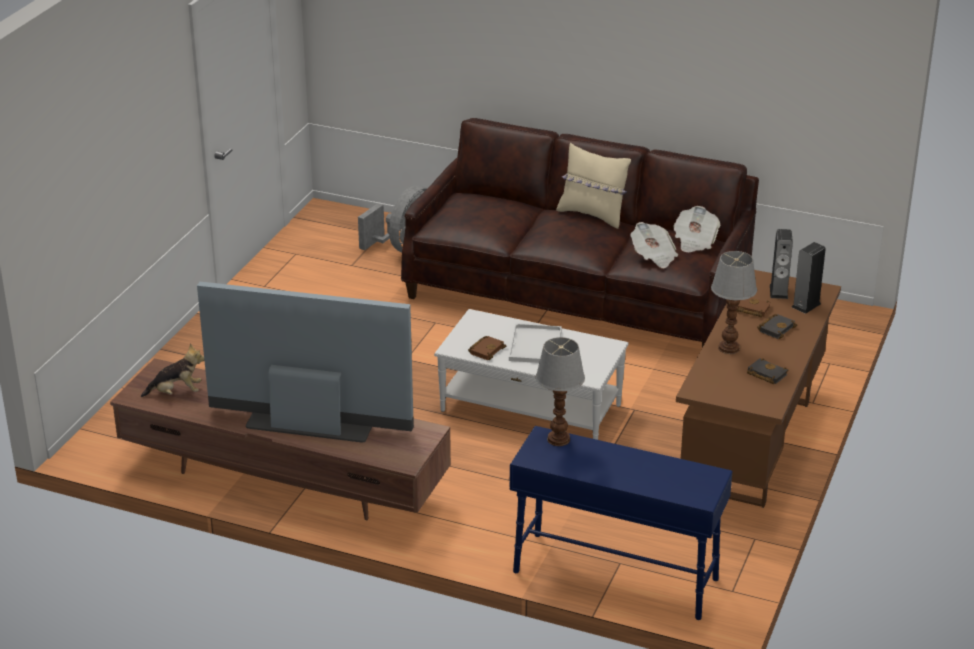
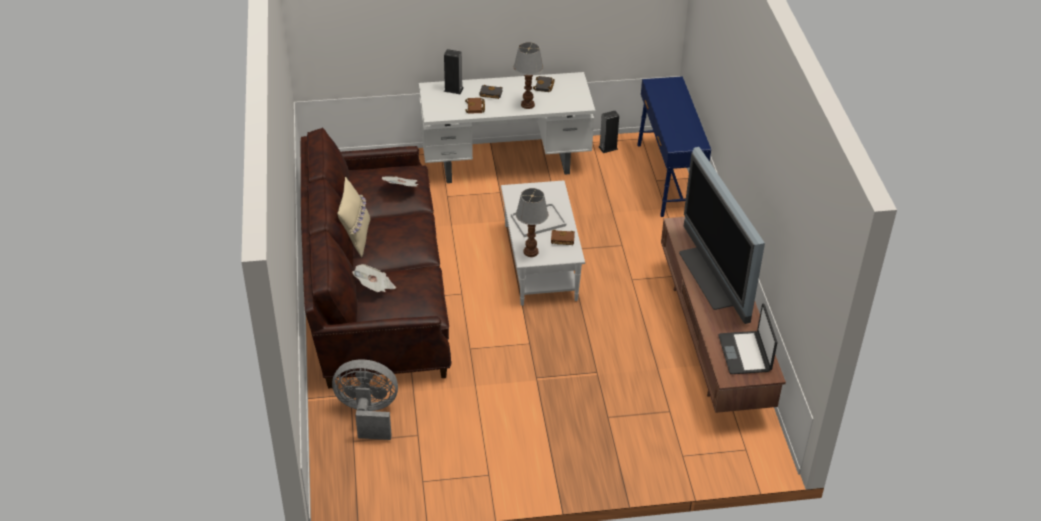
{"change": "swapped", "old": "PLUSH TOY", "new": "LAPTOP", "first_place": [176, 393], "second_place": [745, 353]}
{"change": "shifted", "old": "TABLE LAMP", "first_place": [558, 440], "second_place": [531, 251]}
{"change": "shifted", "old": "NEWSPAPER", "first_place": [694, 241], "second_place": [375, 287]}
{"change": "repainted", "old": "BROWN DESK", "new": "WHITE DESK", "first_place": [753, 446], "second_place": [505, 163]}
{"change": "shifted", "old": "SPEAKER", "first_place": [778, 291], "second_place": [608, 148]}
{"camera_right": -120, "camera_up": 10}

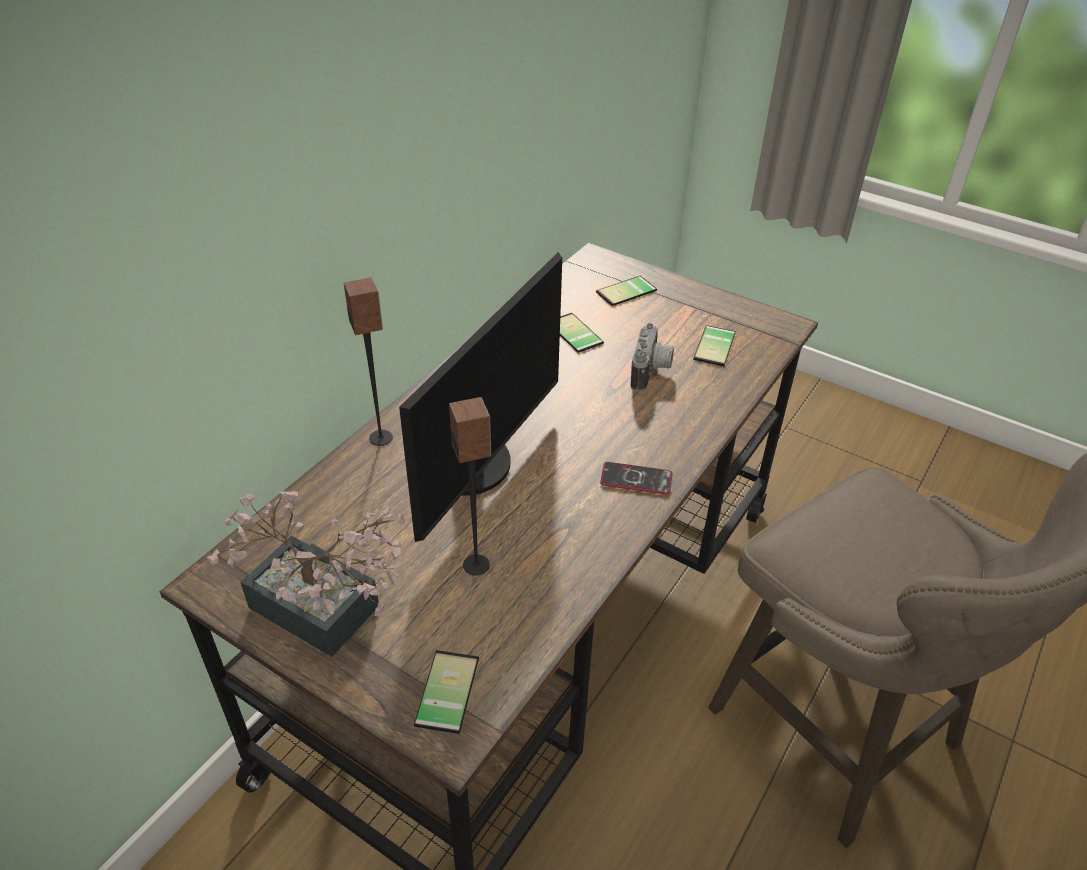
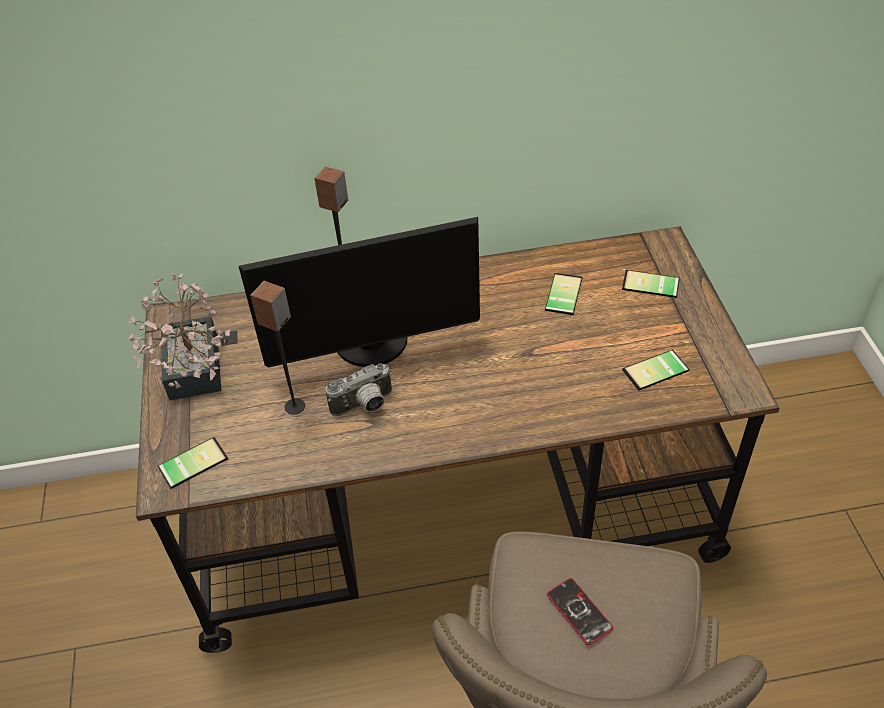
{"change": "shifted", "old": "PHONE", "first_place": [636, 479], "second_place": [579, 611]}
{"change": "shifted", "old": "PHOTO CAMERA", "first_place": [651, 372], "second_place": [364, 406]}
{"camera_right": 50, "camera_up": 5}

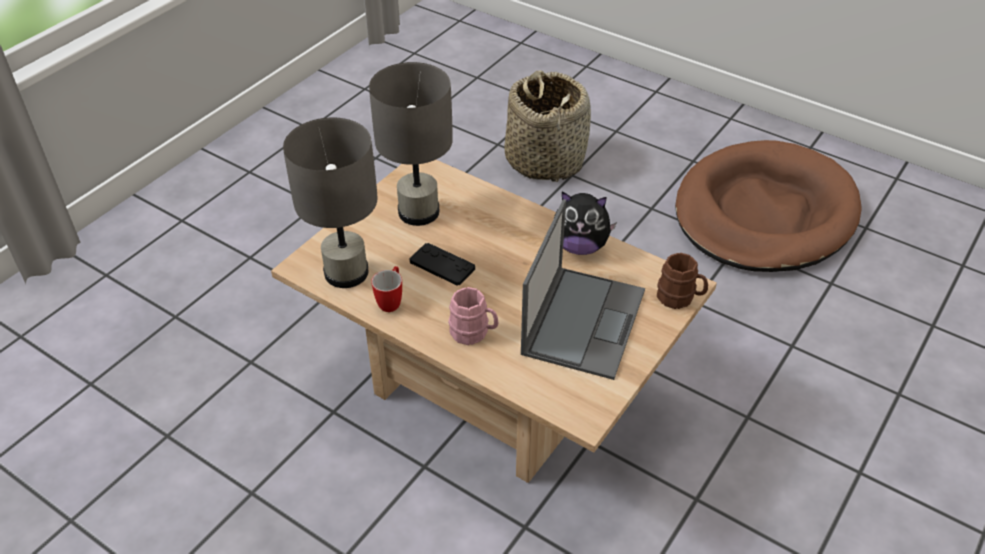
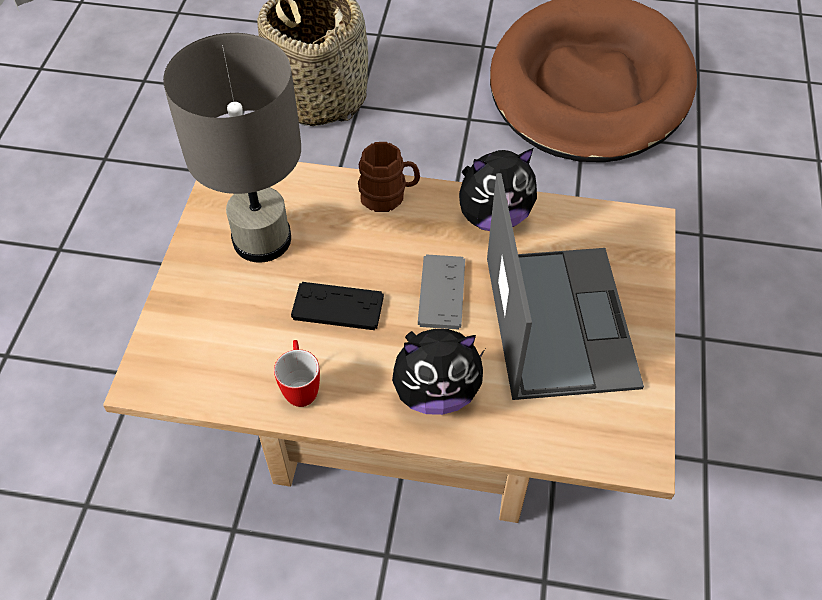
{"change": "gone", "old": "GREY TABLE LAMP", "first_place": [345, 272]}
{"change": "swapped", "old": "PINK MUG", "new": "PLUSH TOY", "first_place": [474, 333], "second_place": [436, 392]}
{"change": "shifted", "old": "BROWN MUG", "first_place": [680, 298], "second_place": [389, 196]}
{"change": "new", "new": "GREY GAME CONTROLLER", "second_place": [441, 292]}
{"camera_right": -25, "camera_up": 10}

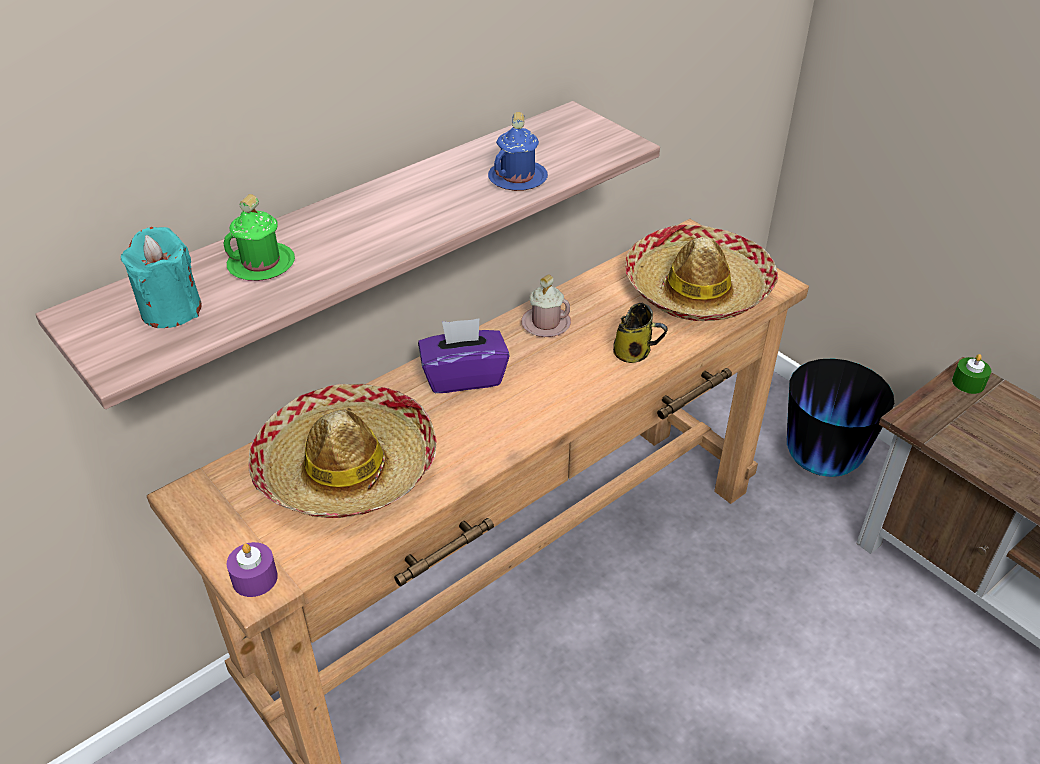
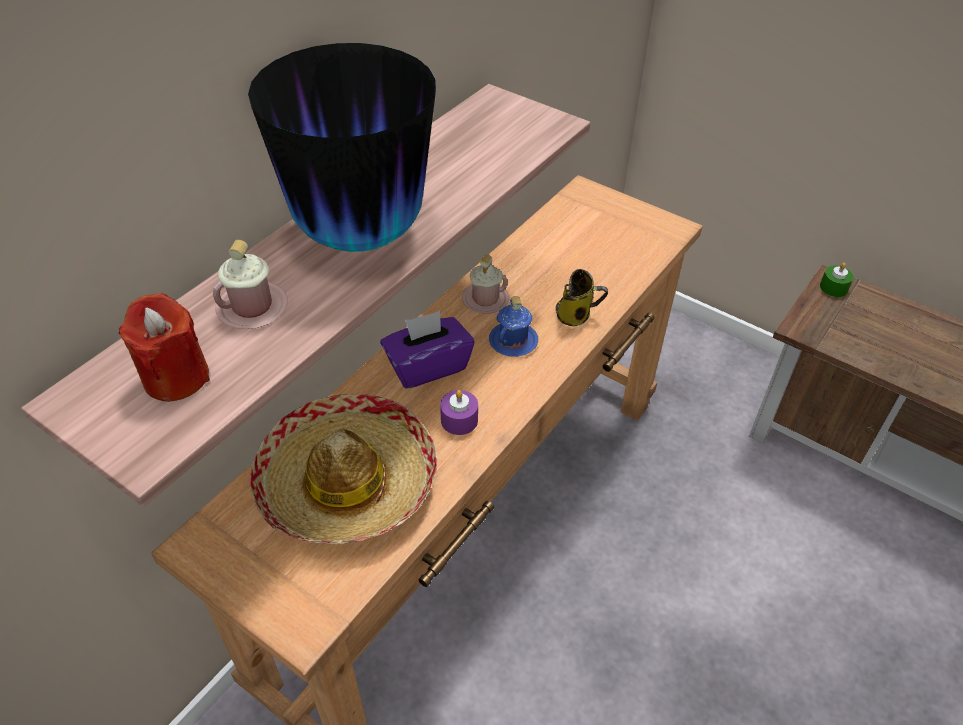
{"change": "repainted", "old": "TURQUOISE CANDLE", "new": "RED CANDLE", "first_place": [171, 310], "second_place": [176, 377]}
{"change": "repainted", "old": "GREEN MUG", "new": "PINK MUG", "first_place": [261, 264], "second_place": [252, 307]}
{"change": "shifted", "old": "PURPLE CANDLE", "first_place": [255, 578], "second_place": [459, 420]}
{"change": "shifted", "old": "BLUE MUG", "first_place": [517, 178], "second_place": [513, 341]}
{"change": "gone", "old": "HAT", "first_place": [697, 288]}
{"change": "shifted", "old": "VASE", "first_place": [820, 462], "second_place": [360, 234]}
{"camera_right": -15, "camera_up": 5}

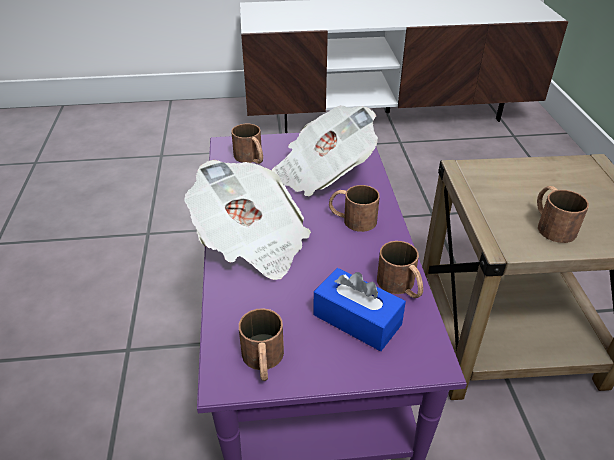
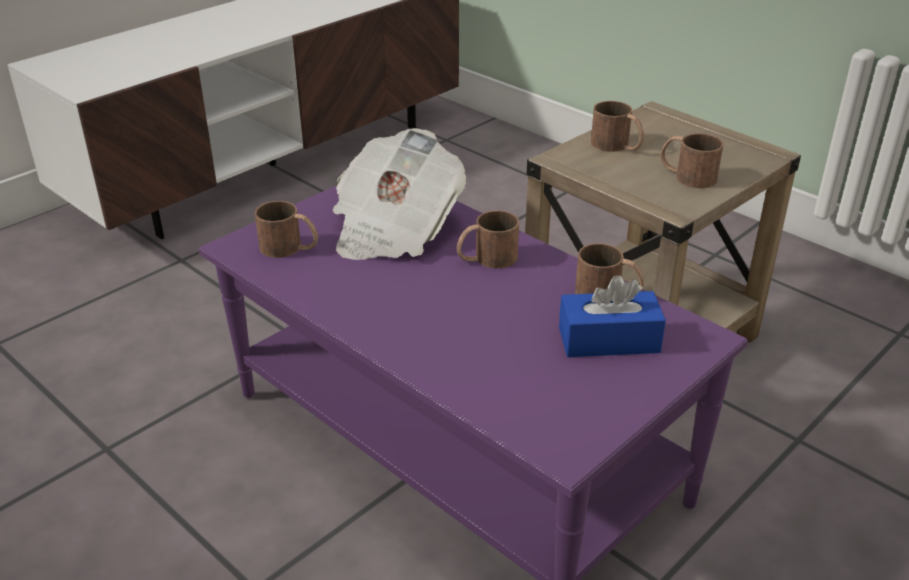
{"change": "gone", "old": "NEWSPAPER", "first_place": [252, 242]}
{"change": "shifted", "old": "BROWN MUG", "first_place": [263, 361], "second_place": [617, 146]}
{"camera_right": -40, "camera_up": -5}

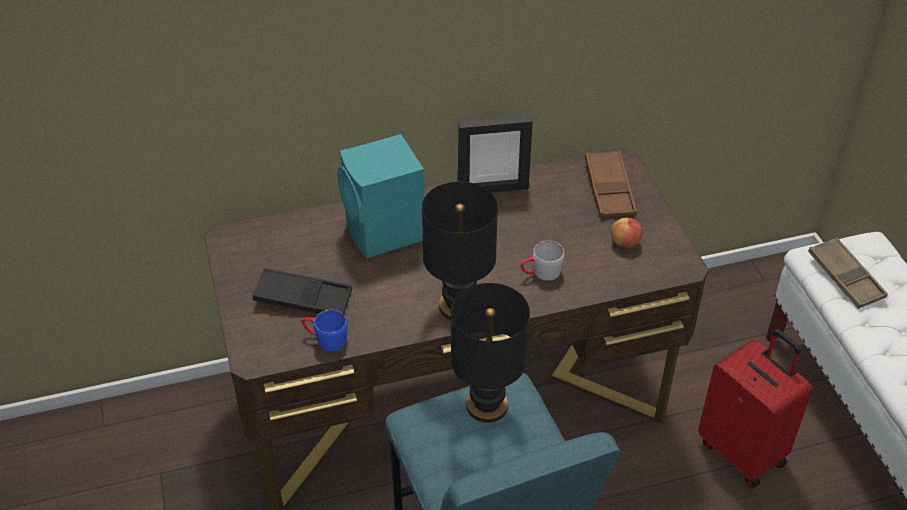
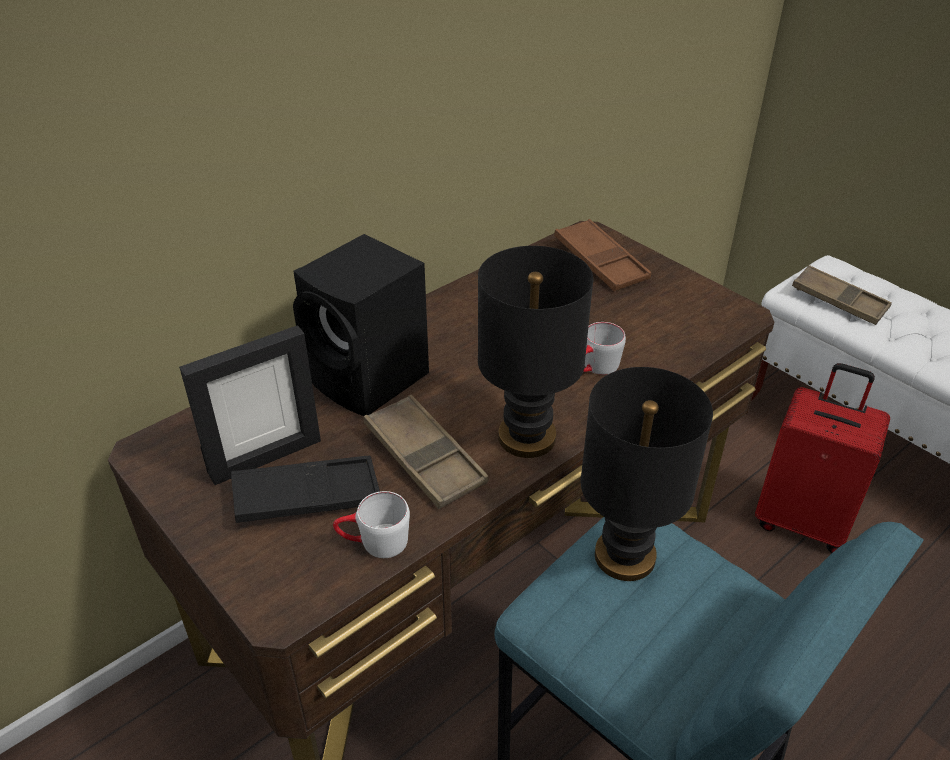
{"change": "repainted", "old": "BLUE MUG", "new": "WHITE MUG", "first_place": [325, 339], "second_place": [374, 543]}
{"change": "repainted", "old": "TURQUOISE SPEAKER", "new": "BLACK SPEAKER", "first_place": [385, 233], "second_place": [371, 381]}
{"change": "shifted", "old": "PICTURE FRAME", "first_place": [493, 188], "second_place": [265, 456]}
{"change": "gone", "old": "APPLE", "first_place": [625, 243]}
{"change": "new", "new": "BROWN TRAY", "second_place": [424, 458]}
{"camera_right": -25, "camera_up": -5}

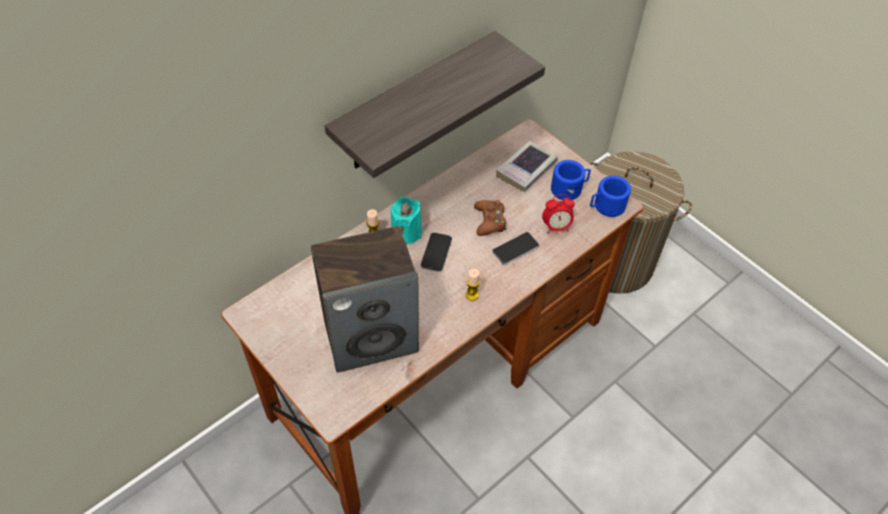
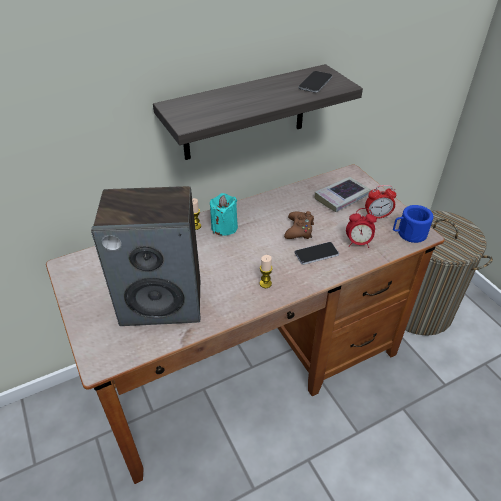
{"change": "shifted", "old": "PHONE", "first_place": [436, 252], "second_place": [315, 83]}
{"change": "swapped", "old": "BLUE MUG", "new": "ALARM CLOCK", "first_place": [569, 189], "second_place": [377, 216]}
{"camera_right": 15, "camera_up": -10}

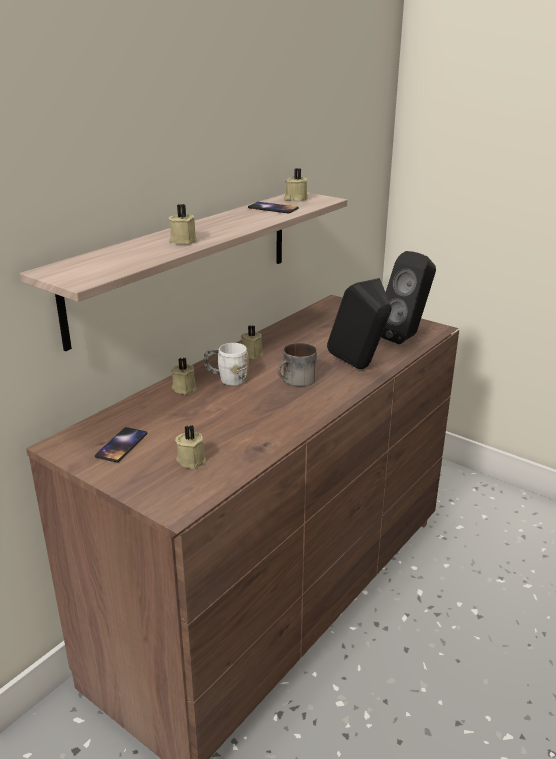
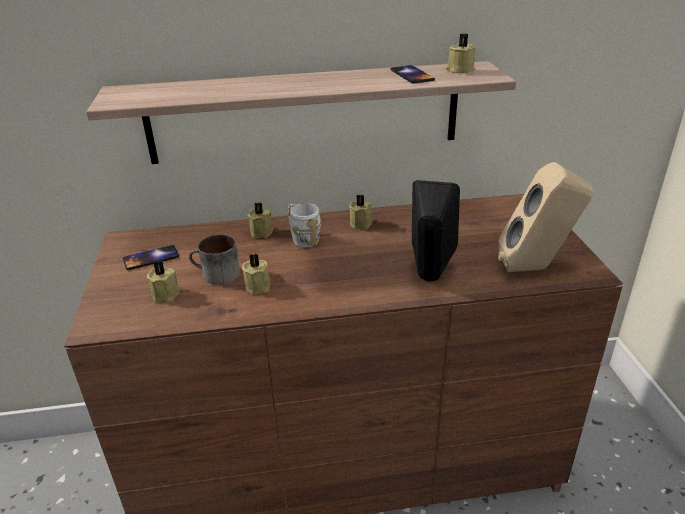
{"change": "shifted", "old": "BEIGE CANDLE", "first_place": [183, 241], "second_place": [259, 286]}
{"change": "shifted", "old": "MUG", "first_place": [296, 380], "second_place": [216, 275]}
{"change": "repainted", "old": "BLACK SPEAKER", "new": "BEIGE SPEAKER", "first_place": [406, 337], "second_place": [536, 269]}
{"camera_right": 45, "camera_up": 5}

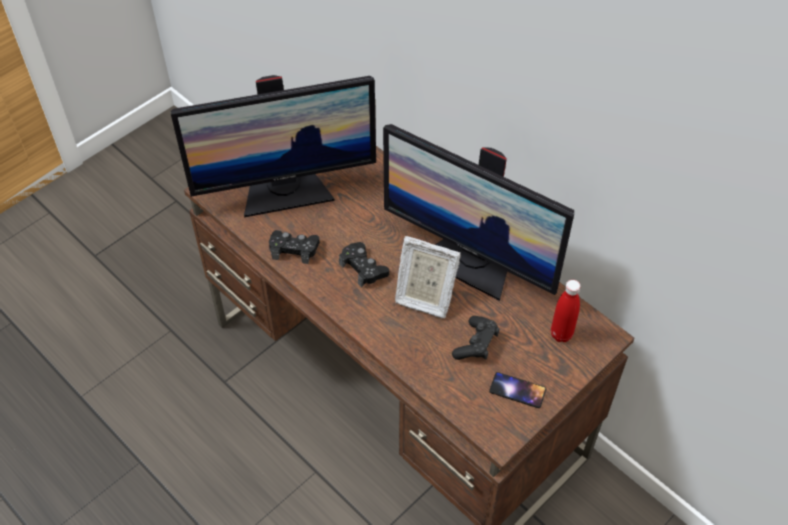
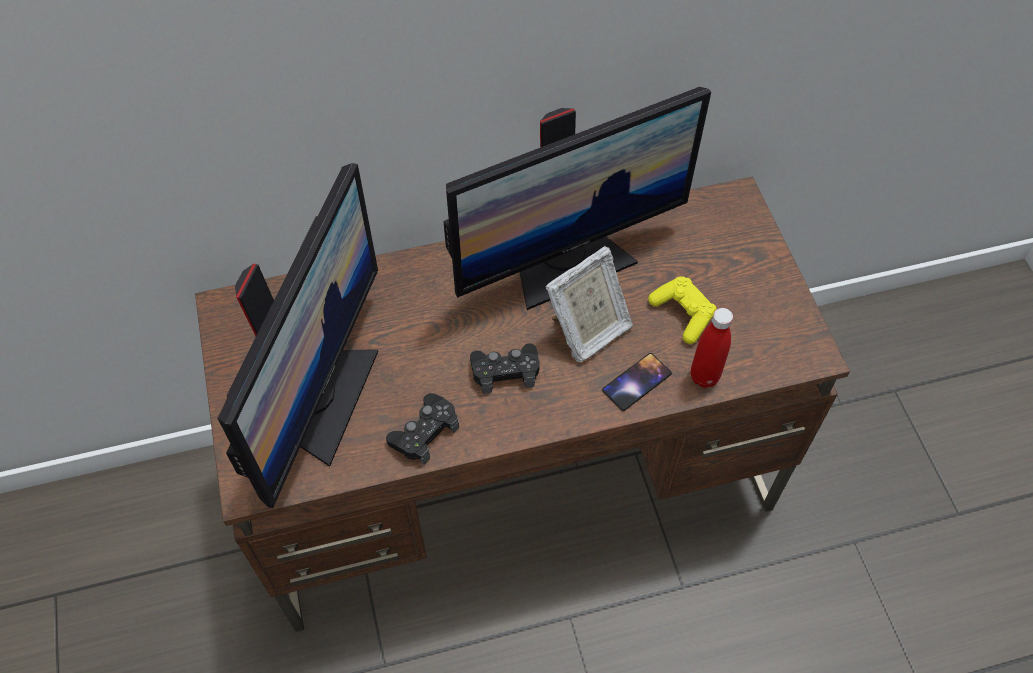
{"change": "repainted", "old": "BLACK GAME CONTROLLER", "new": "YELLOW GAME CONTROLLER", "first_place": [476, 344], "second_place": [683, 314]}
{"change": "shifted", "old": "PHONE", "first_place": [517, 390], "second_place": [636, 382]}
{"change": "shifted", "old": "RED BOTTLE", "first_place": [561, 334], "second_place": [704, 376]}
{"camera_right": -60, "camera_up": 5}

